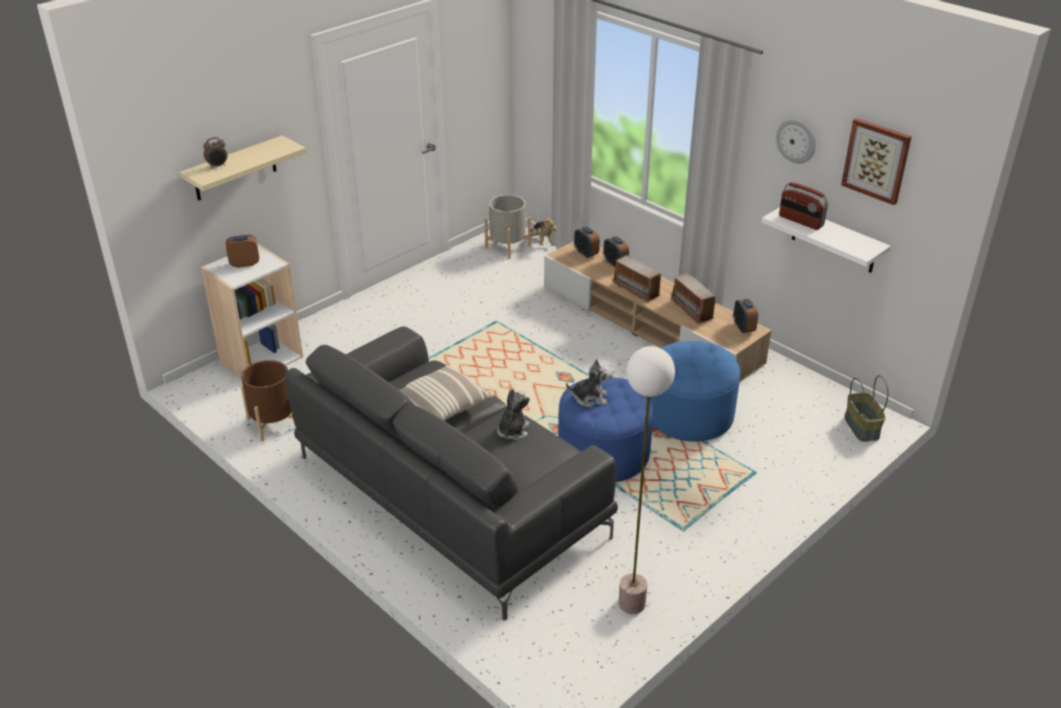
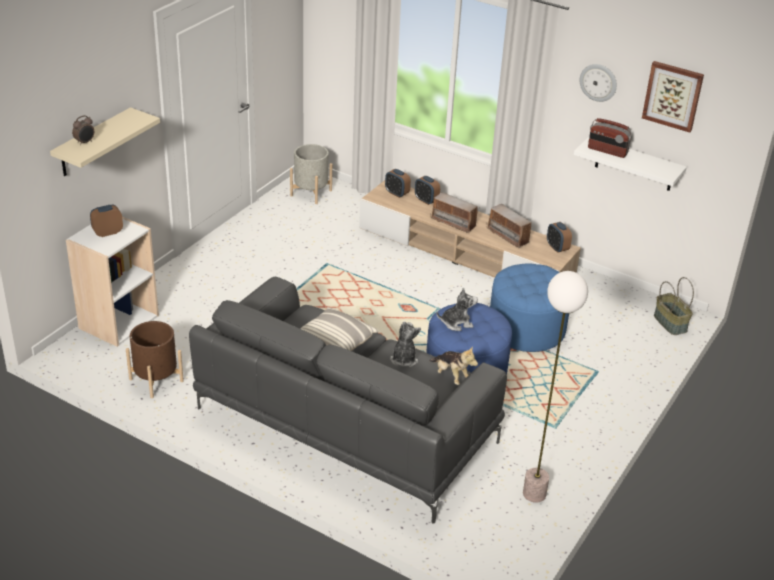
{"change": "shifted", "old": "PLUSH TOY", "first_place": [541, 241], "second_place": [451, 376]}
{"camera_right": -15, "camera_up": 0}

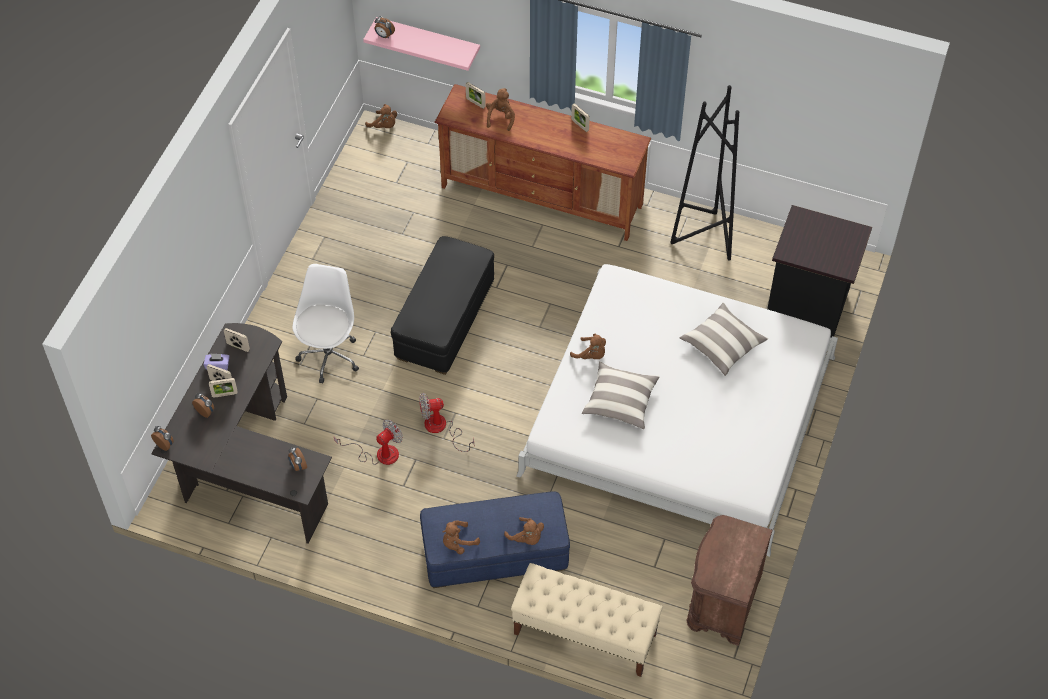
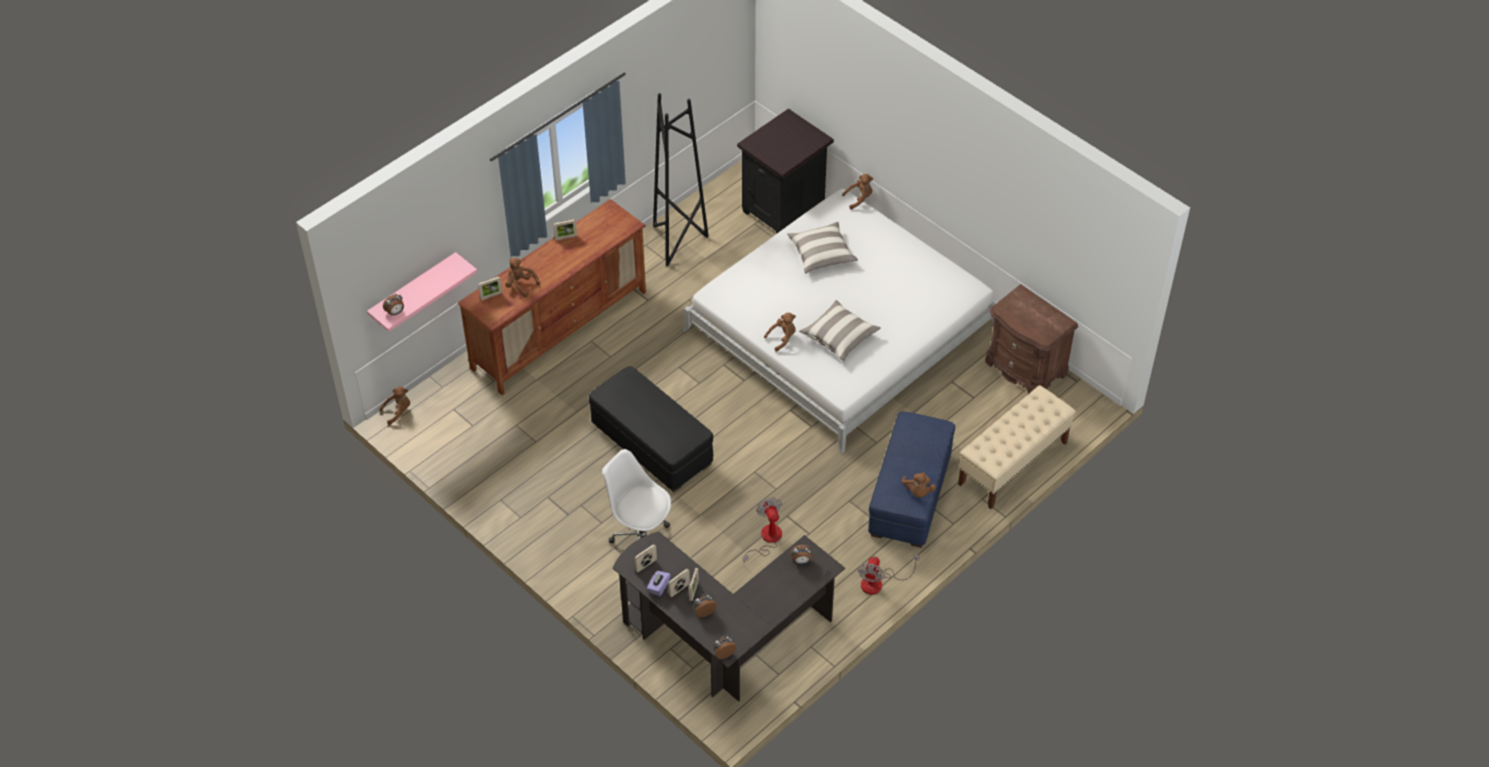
{"change": "shifted", "old": "FAN", "first_place": [441, 428], "second_place": [879, 582]}
{"change": "shifted", "old": "BROWN PLUSH TOY", "first_place": [526, 538], "second_place": [859, 199]}
{"camera_right": -65, "camera_up": -5}

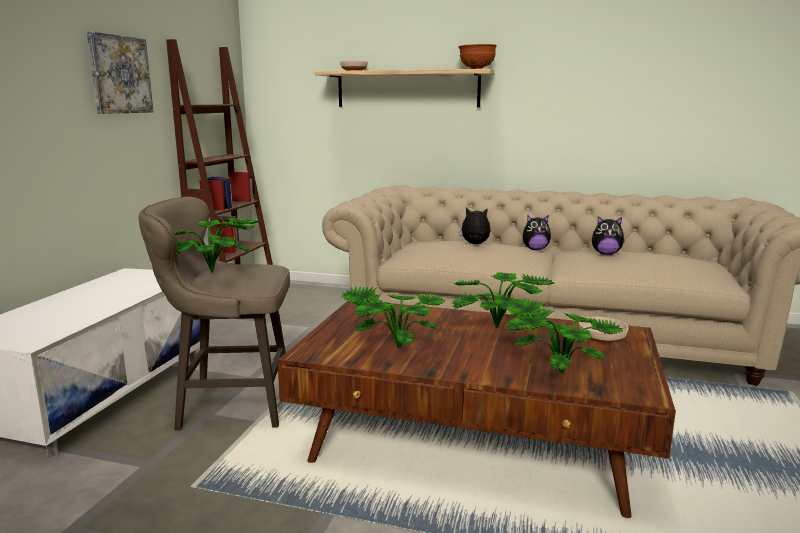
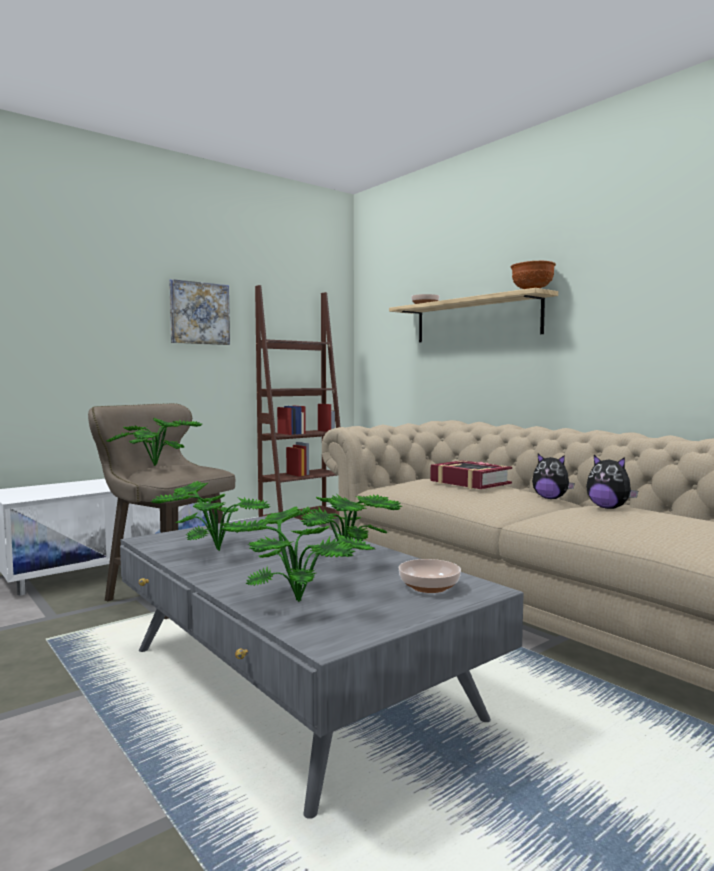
{"change": "repainted", "old": "BROWN COFFEE TABLE", "new": "GREY COFFEE TABLE", "first_place": [473, 440], "second_place": [293, 682]}
{"change": "swapped", "old": "PLUSH TOY", "new": "BOOK", "first_place": [475, 244], "second_place": [470, 482]}
{"camera_right": 35, "camera_up": -10}

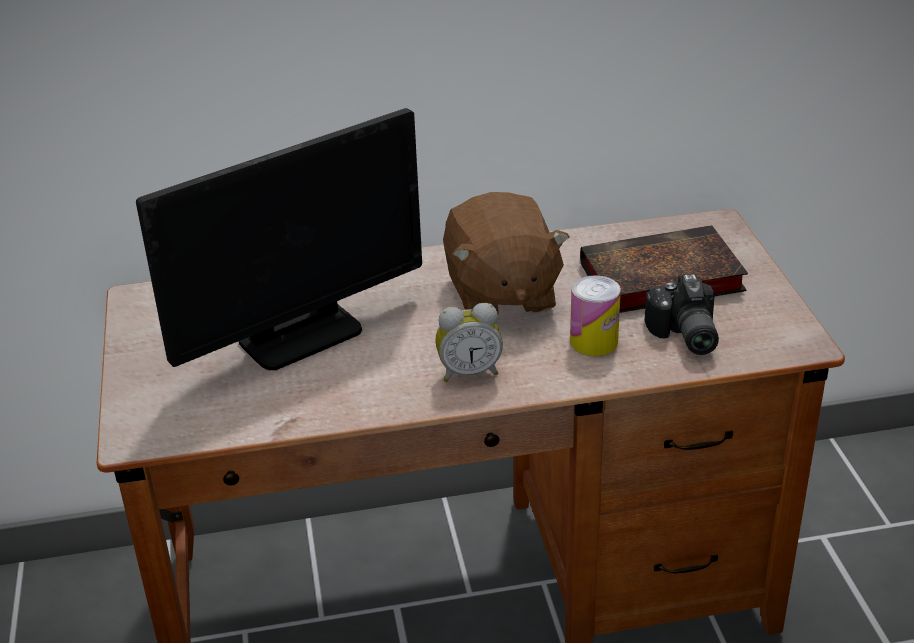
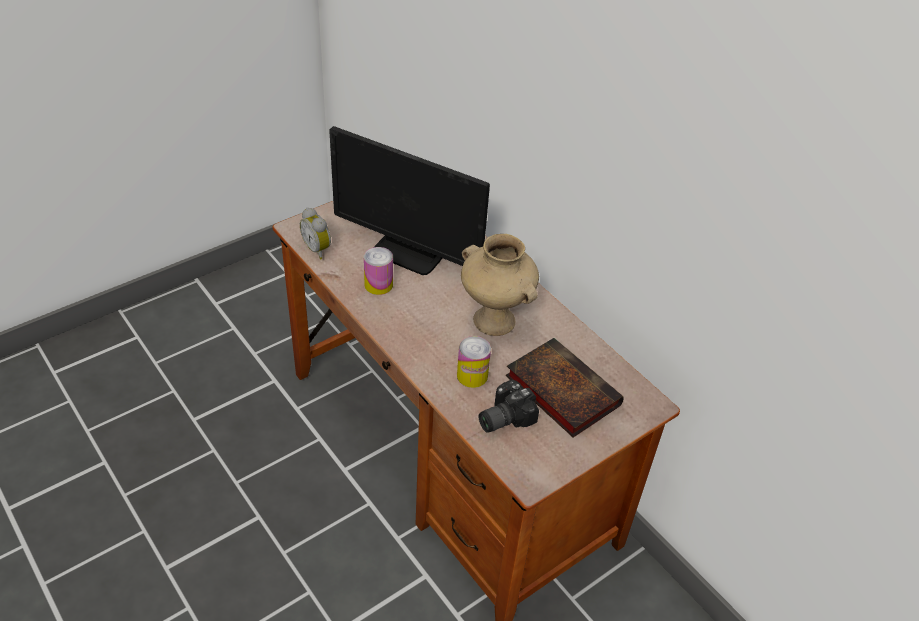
{"change": "shifted", "old": "ALARM CLOCK", "first_place": [469, 372], "second_place": [318, 249]}
{"change": "swapped", "old": "BROWN PLUSH TOY", "new": "BEIGE VASE", "first_place": [500, 295], "second_place": [495, 320]}
{"change": "new", "new": "CAN", "second_place": [378, 284]}
{"camera_right": 60, "camera_up": 10}

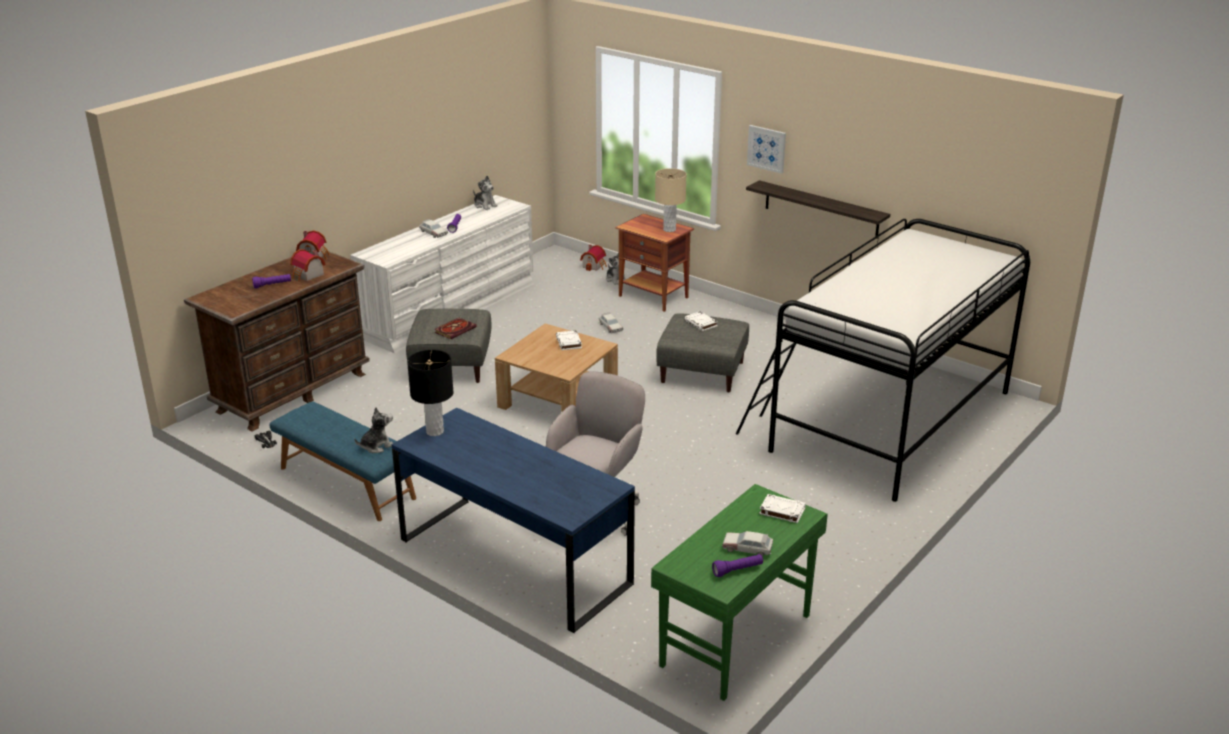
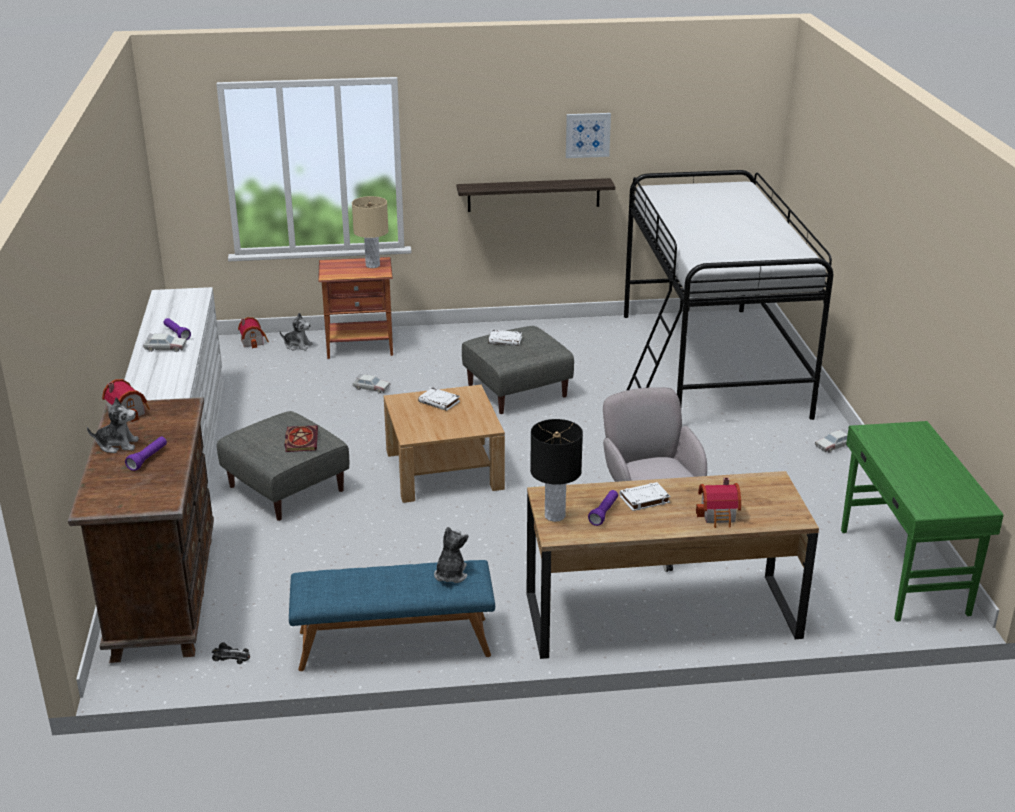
{"change": "shifted", "old": "TOY HOUSE", "first_place": [308, 275], "second_place": [719, 516]}
{"change": "repainted", "old": "BLUE DESK", "new": "BROWN DESK", "first_place": [514, 561], "second_place": [661, 615]}
{"change": "shifted", "old": "PLUSH TOY", "first_place": [485, 205], "second_place": [117, 445]}
{"change": "shifted", "old": "PURPLE FLASHLIGHT", "first_place": [737, 570], "second_place": [604, 513]}
{"change": "shifted", "old": "TOY CAR", "first_place": [748, 548], "second_place": [834, 445]}
{"change": "shifted", "old": "PICTURE", "first_place": [766, 148], "second_place": [587, 135]}
{"change": "shifted", "old": "WHITE BOOK", "first_place": [781, 511], "second_place": [644, 499]}
{"camera_right": -45, "camera_up": 0}

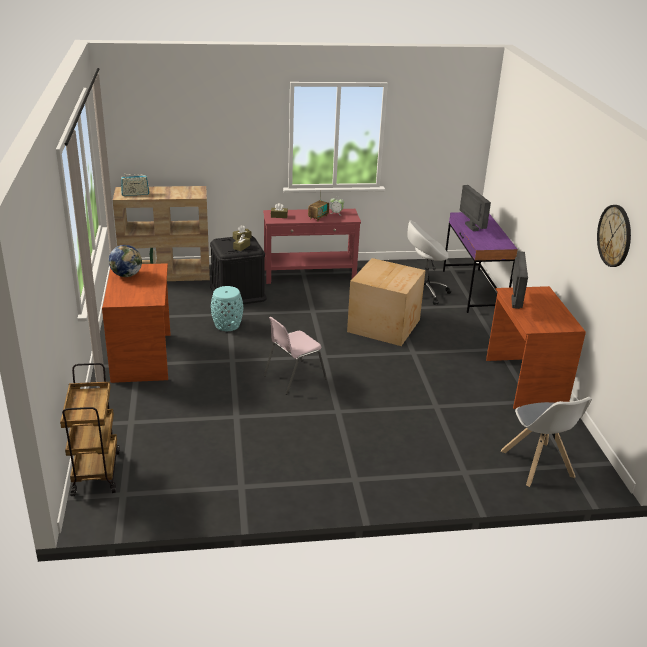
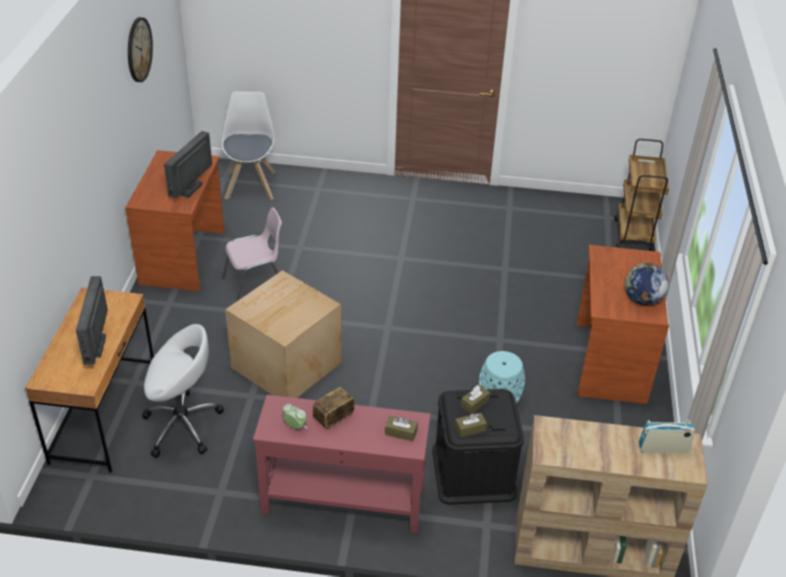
{"change": "shifted", "old": "PINK CHAIR", "first_place": [293, 377], "second_place": [256, 285]}
{"change": "repainted", "old": "PURPLE DESK", "new": "BROWN DESK", "first_place": [473, 290], "second_place": [104, 414]}
{"camera_right": -165, "camera_up": 10}

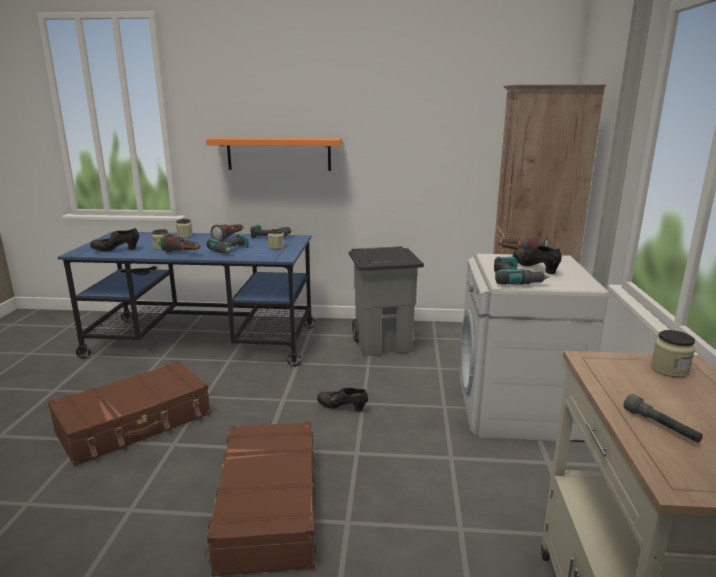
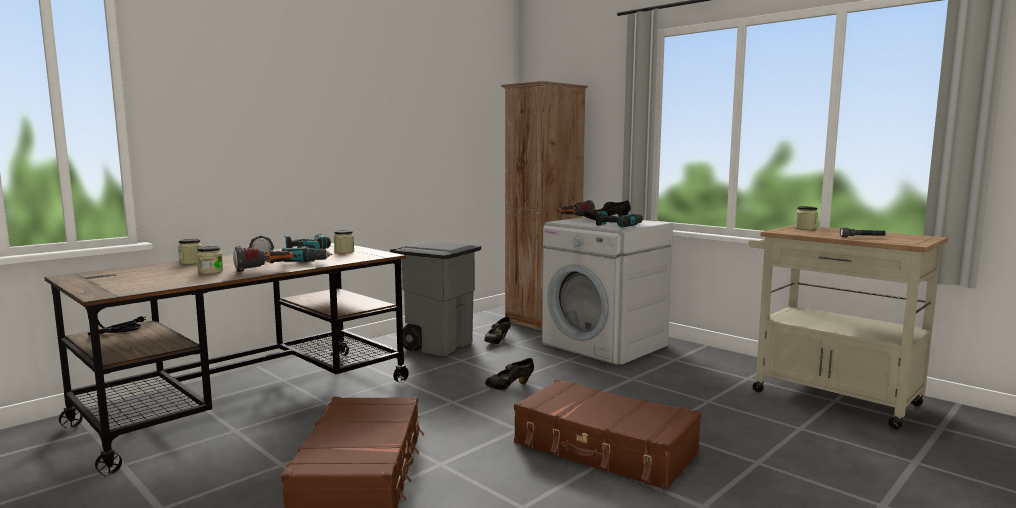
{"change": "repainted", "old": "BLUE DESK", "new": "BROWN DESK", "first_place": [203, 341], "second_place": [250, 402]}
{"change": "shifted", "old": "BLACK SHOE", "first_place": [116, 250], "second_place": [497, 342]}
{"change": "gone", "old": "ORANGE SHELF", "first_place": [278, 154]}
{"camera_right": -50, "camera_up": -10}

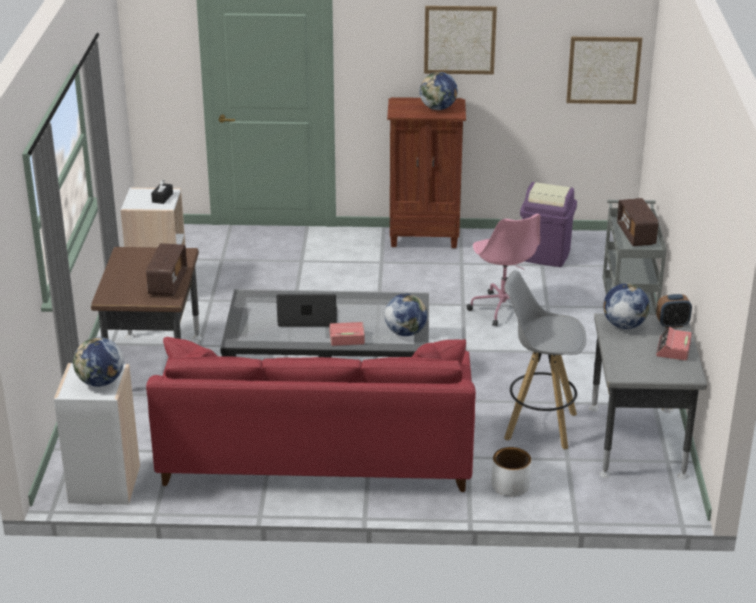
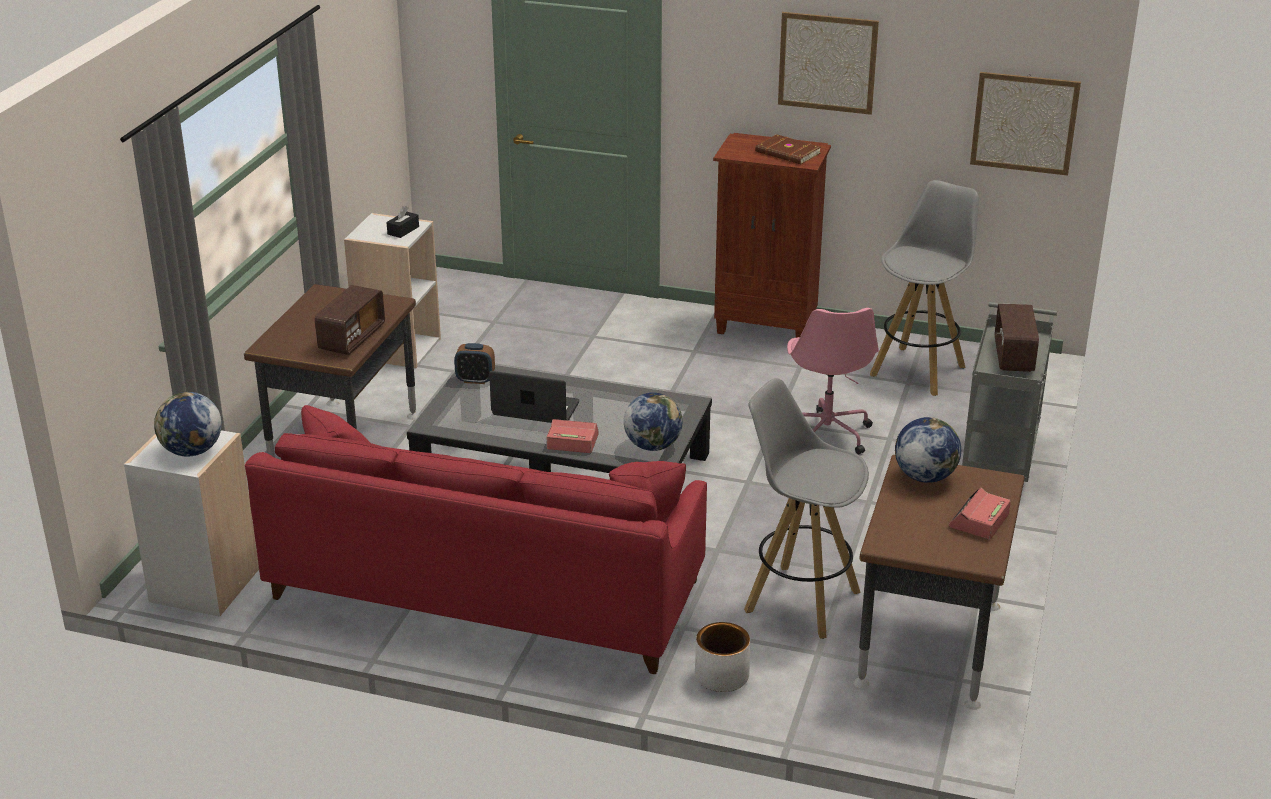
{"change": "swapped", "old": "GLOBE", "new": "BROWN BOOK", "first_place": [438, 108], "second_place": [787, 153]}
{"change": "swapped", "old": "PURPLE TRASH CAN", "new": "GREY STOOL", "first_place": [545, 255], "second_place": [919, 370]}
{"change": "repainted", "old": "GREY DESK", "new": "BROWN DESK", "first_place": [638, 441], "second_place": [930, 644]}
{"change": "shifted", "old": "ALARM CLOCK", "first_place": [672, 324], "second_place": [475, 380]}
{"camera_right": 15, "camera_up": 0}

